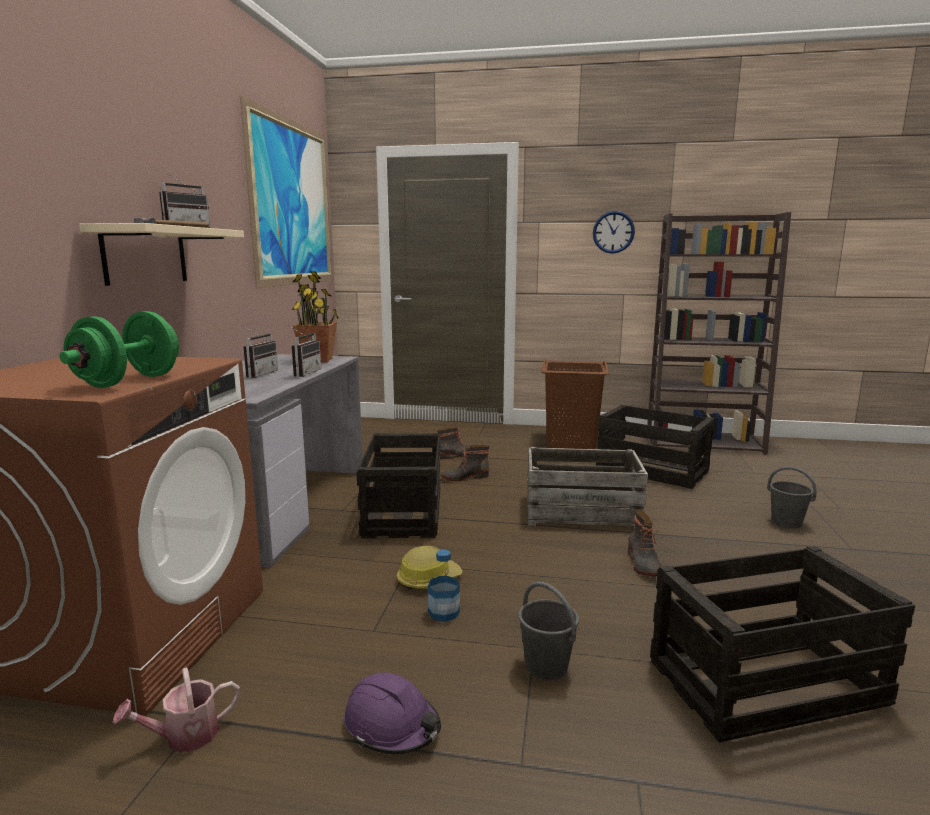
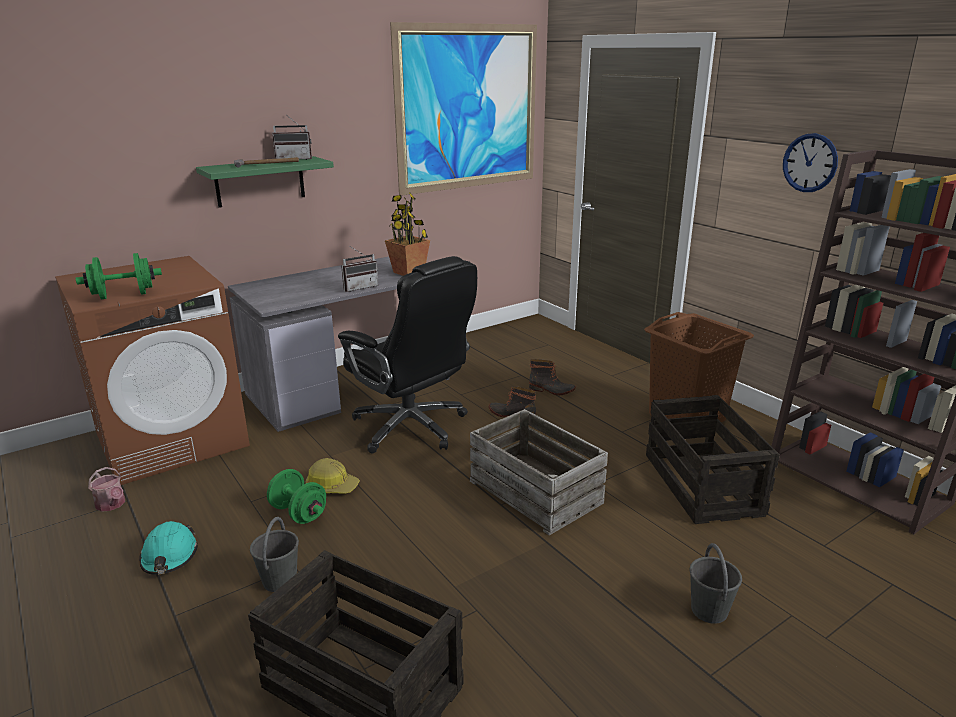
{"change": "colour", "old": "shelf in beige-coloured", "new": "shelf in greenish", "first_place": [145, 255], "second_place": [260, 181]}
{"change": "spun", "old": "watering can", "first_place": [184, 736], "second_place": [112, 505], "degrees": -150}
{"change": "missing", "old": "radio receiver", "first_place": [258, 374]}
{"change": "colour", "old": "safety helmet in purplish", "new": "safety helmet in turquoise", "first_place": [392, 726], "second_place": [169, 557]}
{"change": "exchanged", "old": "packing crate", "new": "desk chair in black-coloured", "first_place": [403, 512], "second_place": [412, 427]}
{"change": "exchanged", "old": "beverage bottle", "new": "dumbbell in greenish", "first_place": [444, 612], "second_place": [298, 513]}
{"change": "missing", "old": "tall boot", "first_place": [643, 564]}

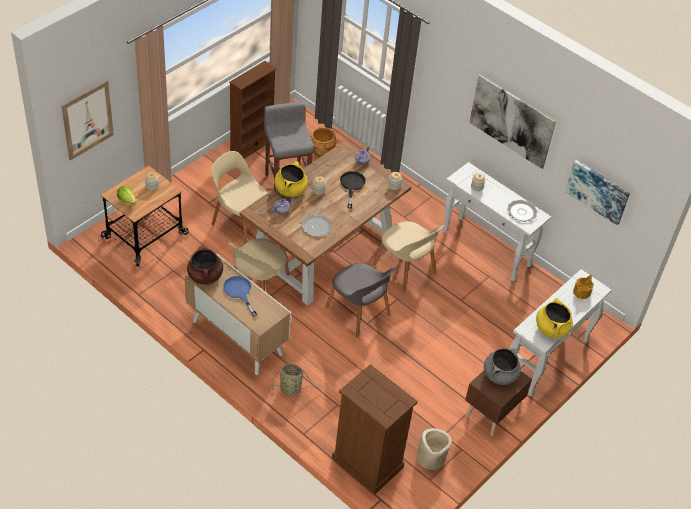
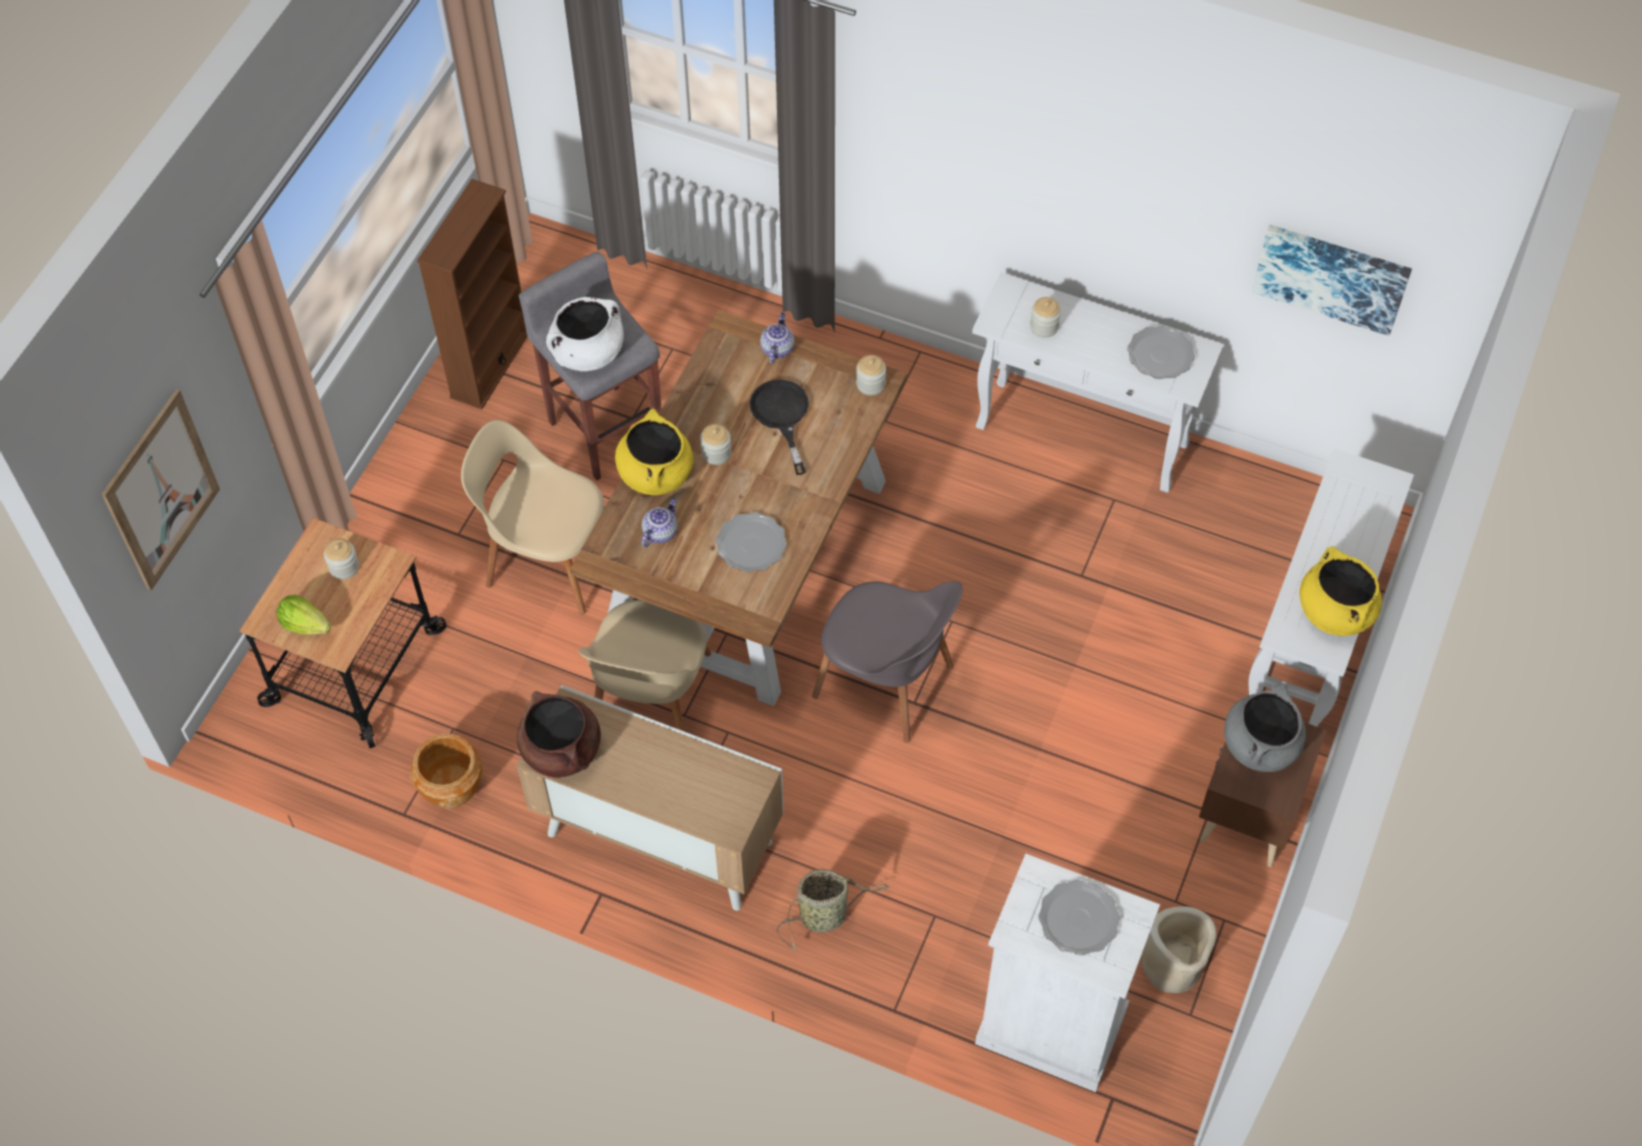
{"change": "missing", "old": "skillet in blue-coloured", "first_place": [239, 292]}
{"change": "relocated", "old": "planter in brownish", "first_place": [321, 151], "second_place": [451, 787]}
{"change": "colour", "old": "drawer chest in brownish", "new": "drawer chest in white", "first_place": [367, 463], "second_place": [1050, 1026]}
{"change": "missing", "old": "chair in beige-coloured", "first_place": [405, 270]}
{"change": "missing", "old": "wall picture", "first_place": [511, 121]}
{"change": "missing", "old": "teapot", "first_place": [582, 292]}
{"change": "appeared", "new": "cooking pot in white", "second_place": [587, 353]}
{"change": "appeared", "new": "flat dish", "second_place": [1079, 919]}

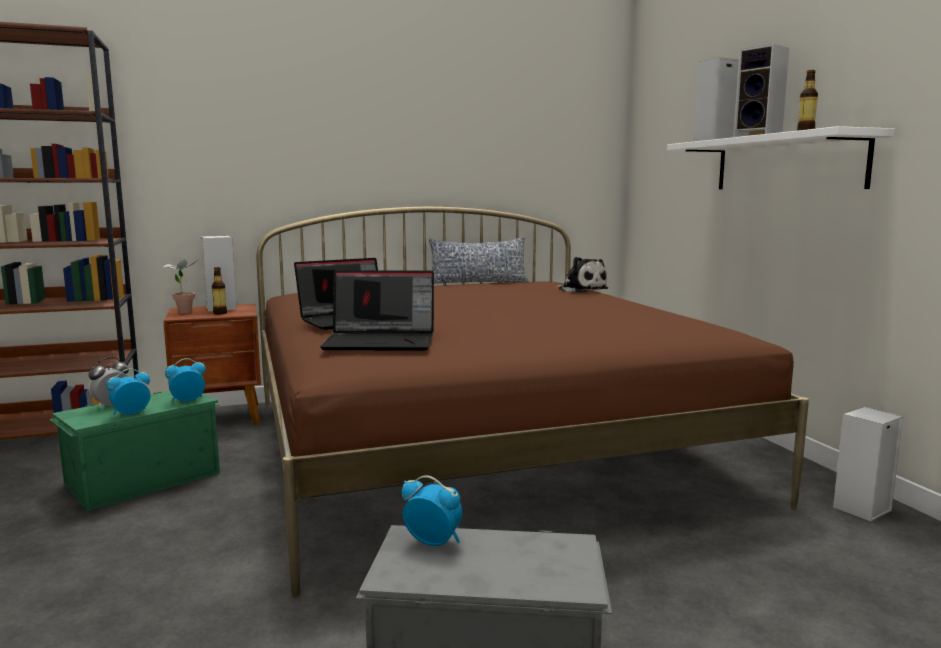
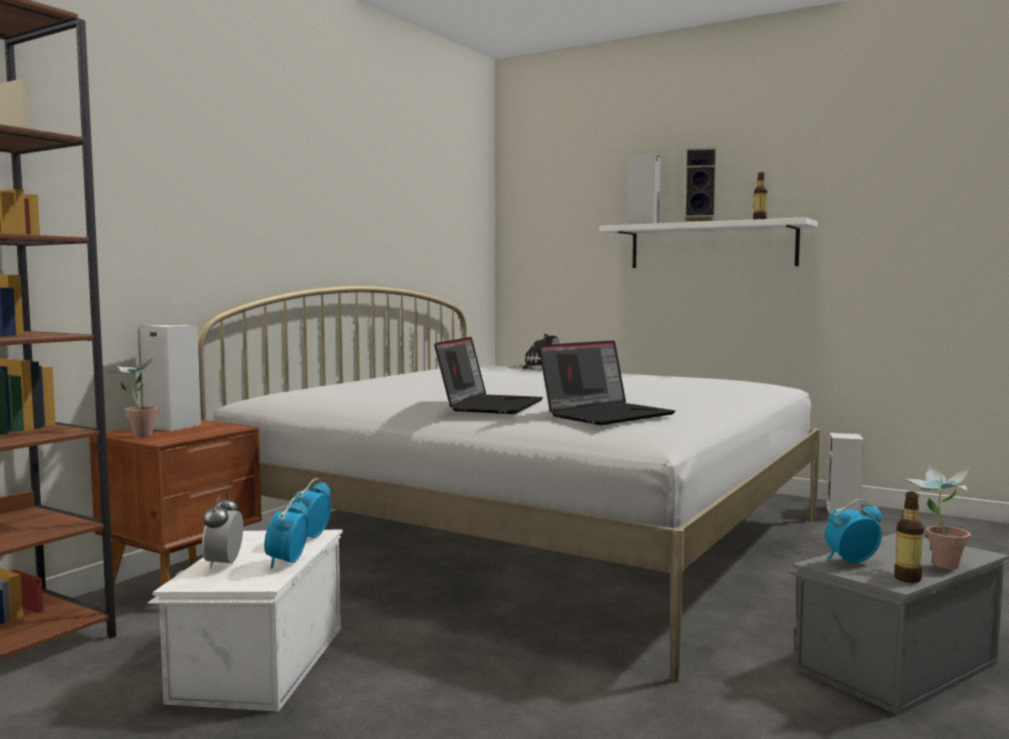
{"change": "colour", "old": "storage bin in greenish", "new": "storage bin in white", "first_place": [142, 479], "second_place": [257, 663]}
{"change": "relocated", "old": "beverage bottle", "first_place": [220, 313], "second_place": [907, 579]}
{"change": "colour", "old": "bedroom bed in brownish", "new": "bedroom bed in white", "first_place": [479, 446], "second_place": [531, 537]}
{"change": "missing", "old": "cushion", "first_place": [478, 282]}
{"change": "appeared", "new": "potted plant", "second_place": [937, 565]}

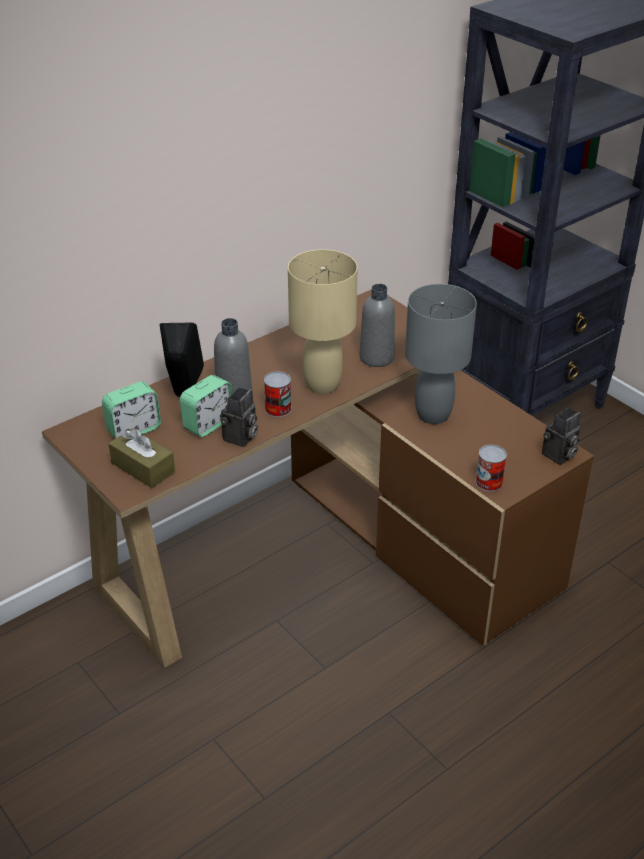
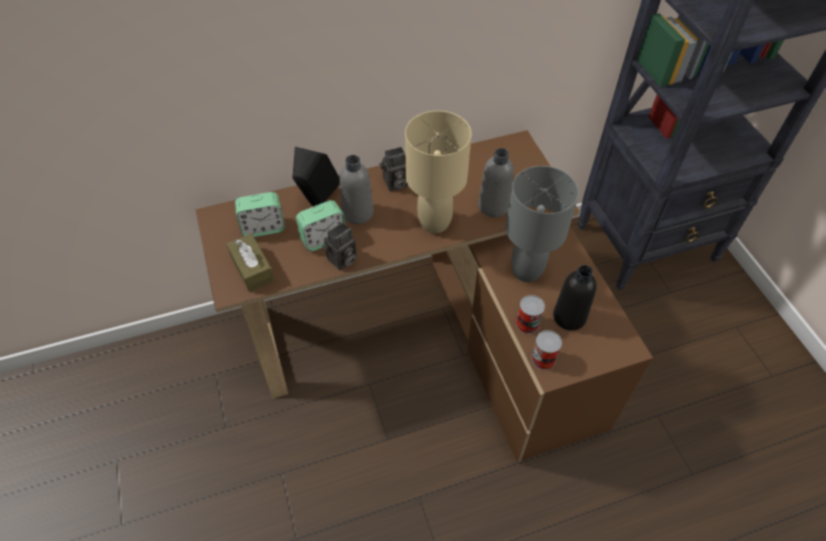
{"change": "relocated", "old": "metal can", "first_place": [278, 409], "second_place": [527, 323]}
{"change": "relocated", "old": "photo camera", "first_place": [559, 456], "second_place": [394, 184]}
{"change": "appeared", "new": "beverage bottle in black-coloured", "second_place": [569, 317]}

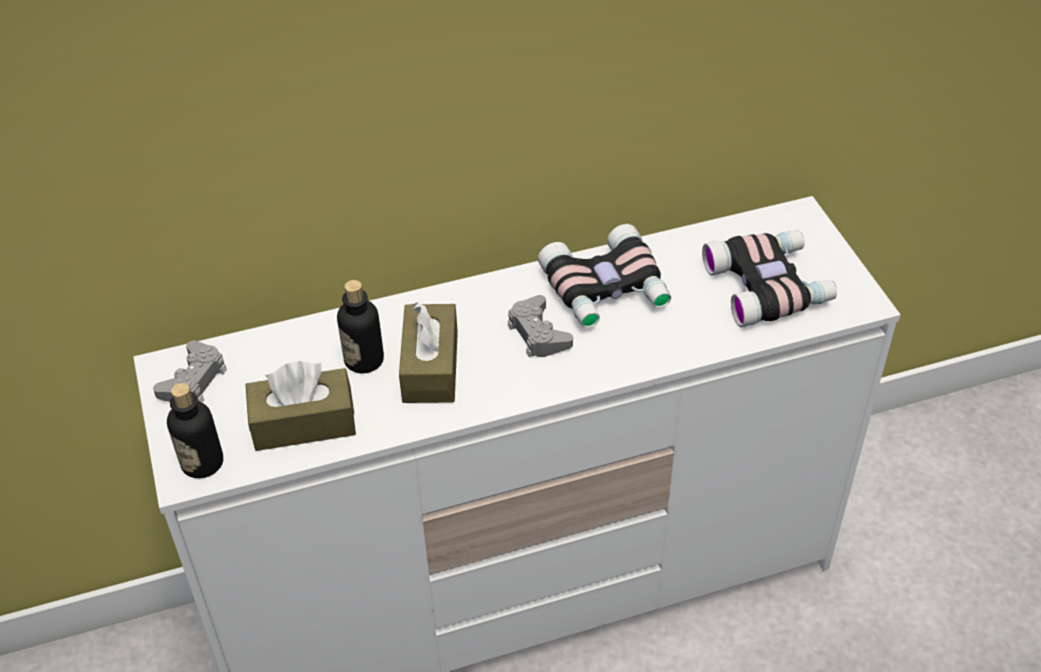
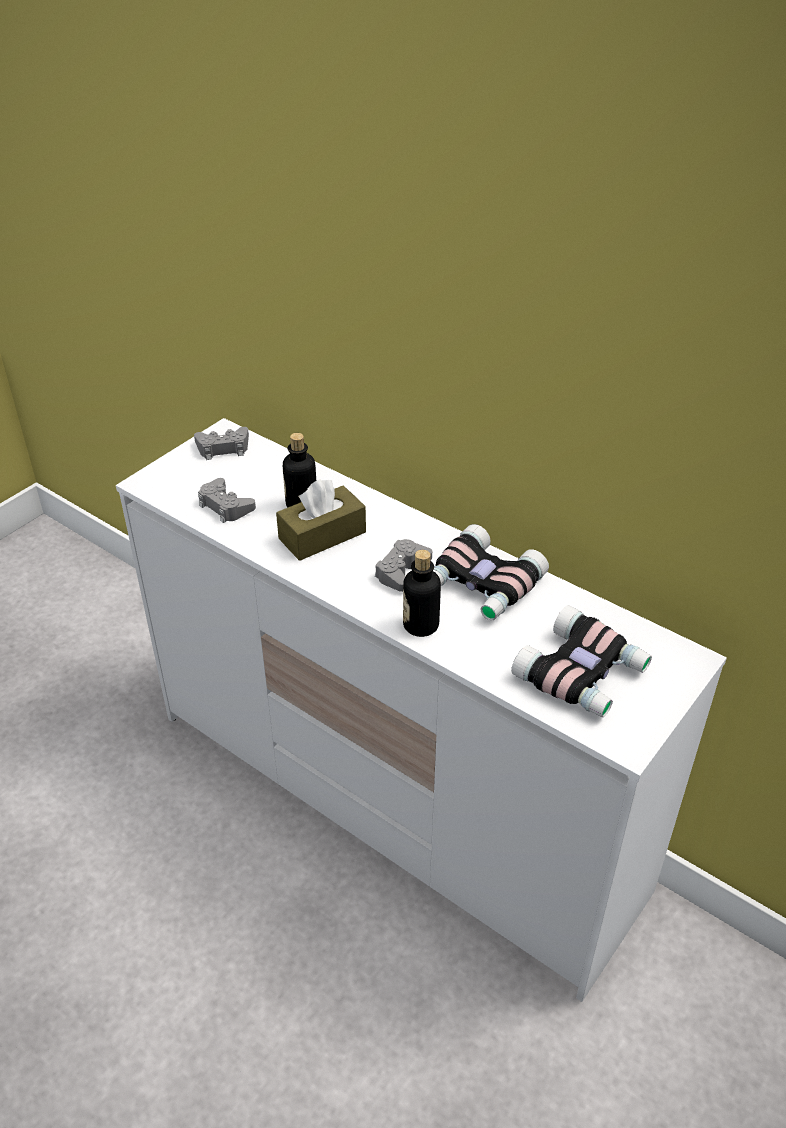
{"change": "relocated", "old": "beverage bottle", "first_place": [202, 463], "second_place": [421, 625]}
{"change": "exchanged", "old": "box of tissues in brownish", "new": "game controller in gray", "first_place": [303, 423], "second_place": [225, 506]}

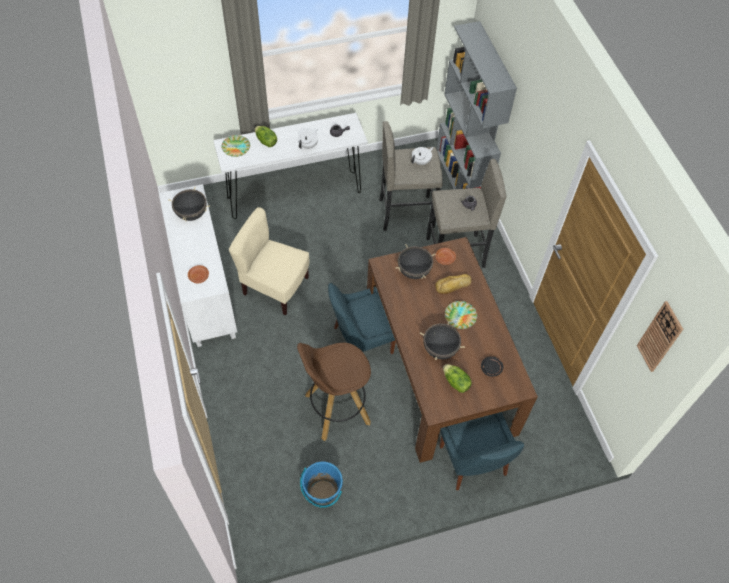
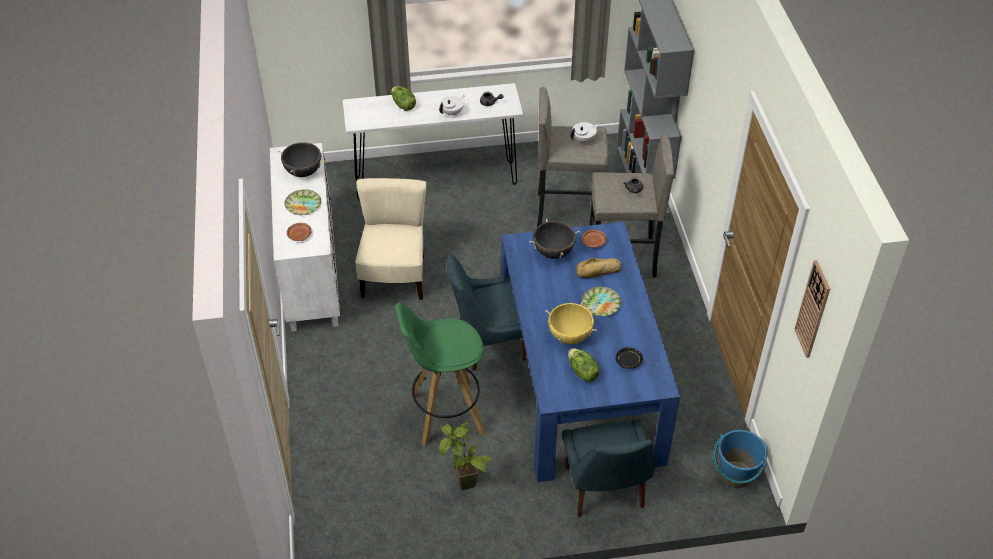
{"change": "relocated", "old": "flat dish", "first_place": [236, 147], "second_place": [303, 204]}
{"change": "spun", "old": "chair in beige-coloured", "first_place": [275, 287], "second_place": [395, 276], "degrees": 60}
{"change": "colour", "old": "sitting stool in brownish", "new": "sitting stool in greenish", "first_place": [336, 409], "second_place": [445, 414]}
{"change": "relocated", "old": "pail in blue-coloured", "first_place": [322, 493], "second_place": [735, 475]}
{"change": "colour", "old": "dinner table in brownish", "new": "dinner table in blue-coloured", "first_place": [438, 367], "second_place": [579, 381]}
{"change": "colour", "old": "cooking pot in black-coloured", "new": "cooking pot in yellowish", "first_place": [440, 349], "second_place": [570, 336]}
{"change": "appeared", "new": "potted plant", "second_place": [466, 489]}

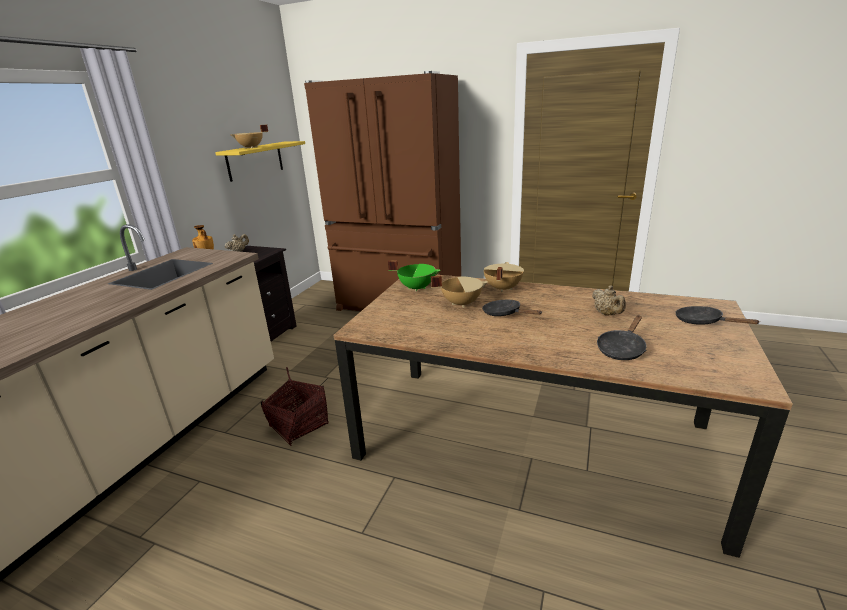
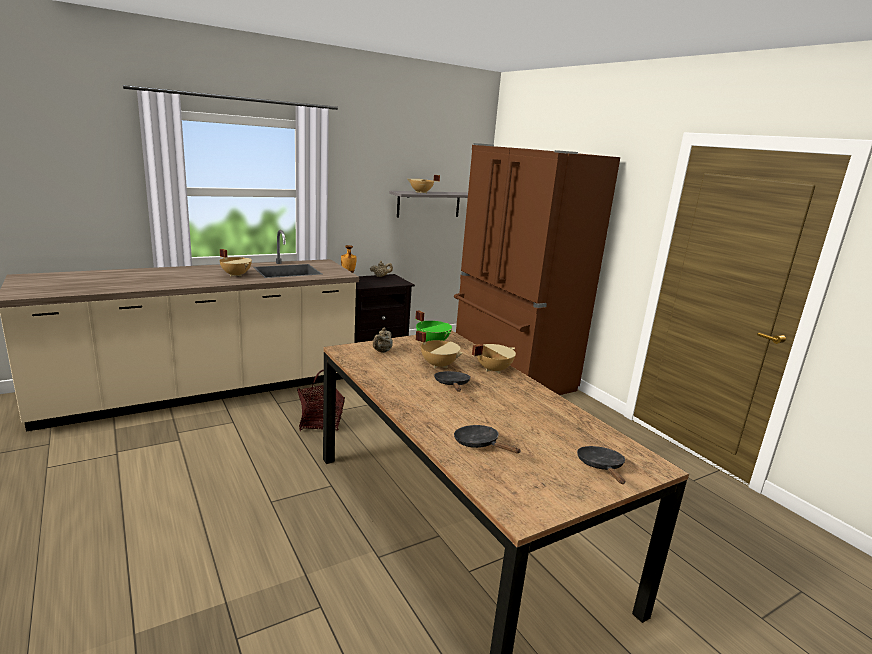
{"change": "colour", "old": "shelf in yellowish", "new": "shelf in gray", "first_place": [255, 160], "second_place": [429, 204]}
{"change": "relocated", "old": "teapot in beige-coloured", "first_place": [607, 314], "second_place": [382, 351]}
{"change": "spun", "old": "skillet in black-coloured", "first_place": [621, 349], "second_place": [479, 444], "degrees": 60}
{"change": "appeared", "new": "cooking pot in beige-coloured", "second_place": [236, 275]}

